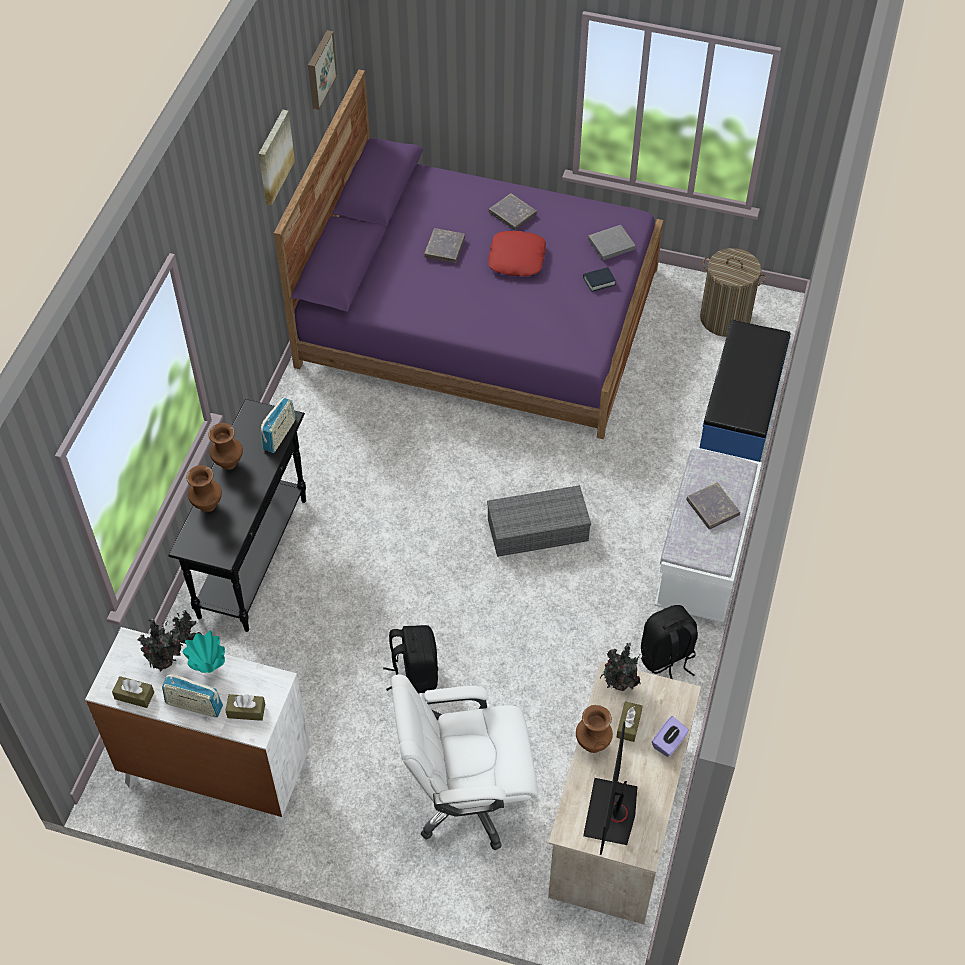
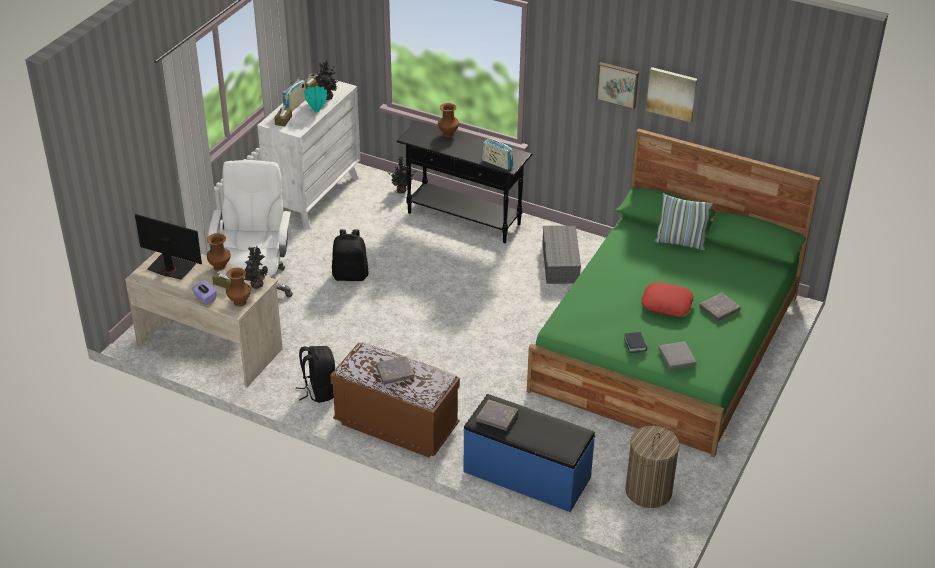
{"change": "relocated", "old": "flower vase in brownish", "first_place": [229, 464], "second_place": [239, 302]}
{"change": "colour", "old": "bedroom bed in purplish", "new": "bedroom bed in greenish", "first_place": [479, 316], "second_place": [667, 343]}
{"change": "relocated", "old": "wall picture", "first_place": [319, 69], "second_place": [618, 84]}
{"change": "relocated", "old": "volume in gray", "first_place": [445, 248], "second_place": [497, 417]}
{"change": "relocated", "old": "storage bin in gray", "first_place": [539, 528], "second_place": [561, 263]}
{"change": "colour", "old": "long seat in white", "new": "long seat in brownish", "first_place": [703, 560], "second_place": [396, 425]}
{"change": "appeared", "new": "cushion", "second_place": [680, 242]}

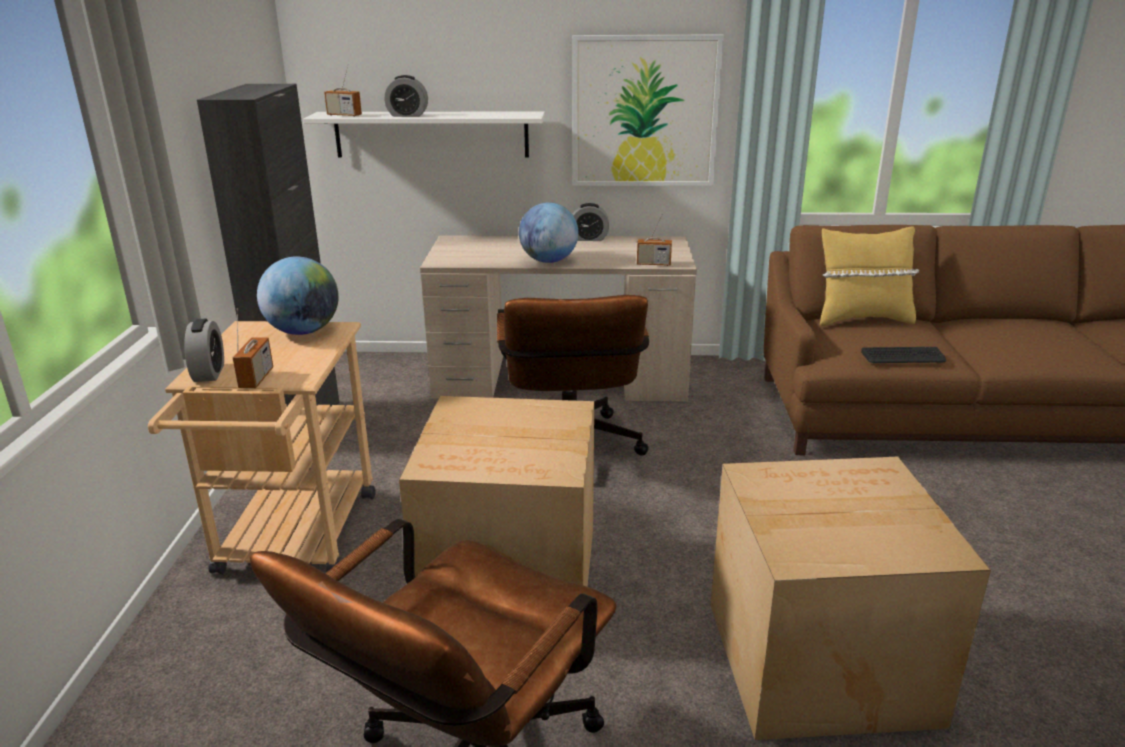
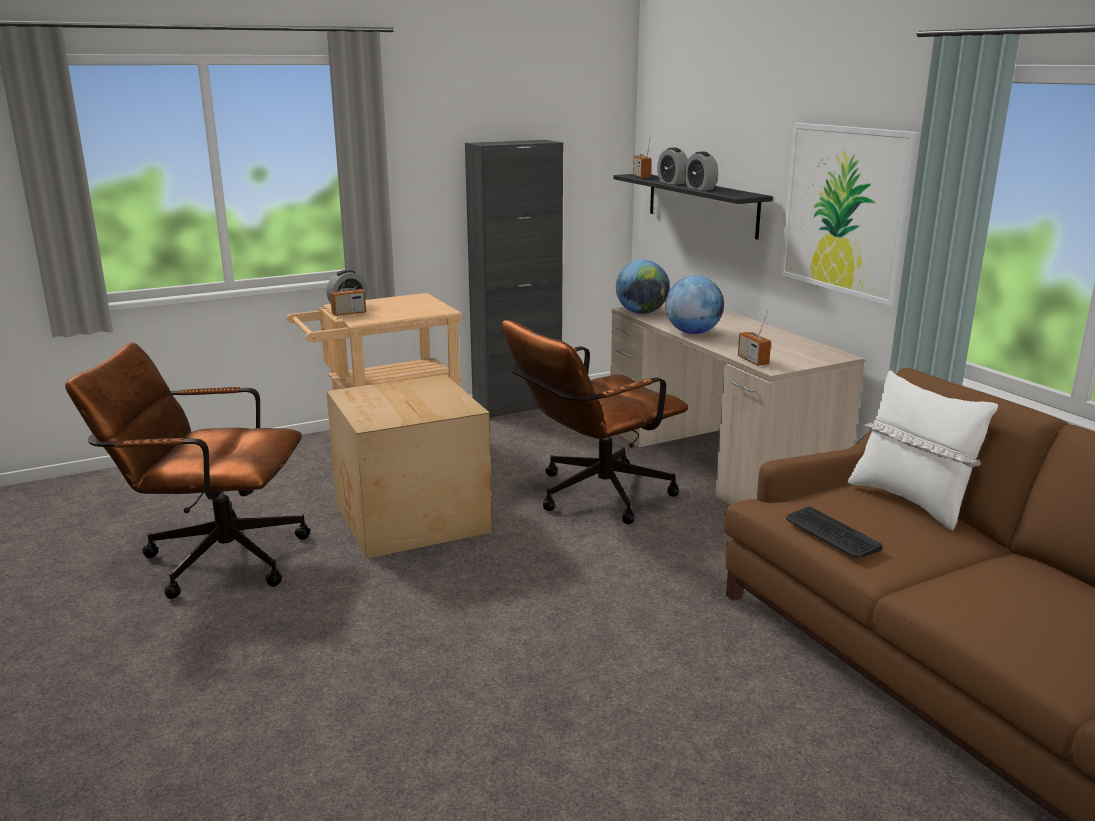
{"change": "relocated", "old": "desk globe", "first_place": [303, 331], "second_place": [641, 313]}
{"change": "colour", "old": "shelf in white", "new": "shelf in black-coloured", "first_place": [431, 134], "second_place": [701, 204]}
{"change": "relocated", "old": "table clock", "first_place": [589, 239], "second_place": [700, 188]}
{"change": "missing", "old": "cardboard box", "first_place": [815, 659]}
{"change": "colour", "old": "cushion in yellowish", "new": "cushion in white", "first_place": [861, 319], "second_place": [910, 501]}

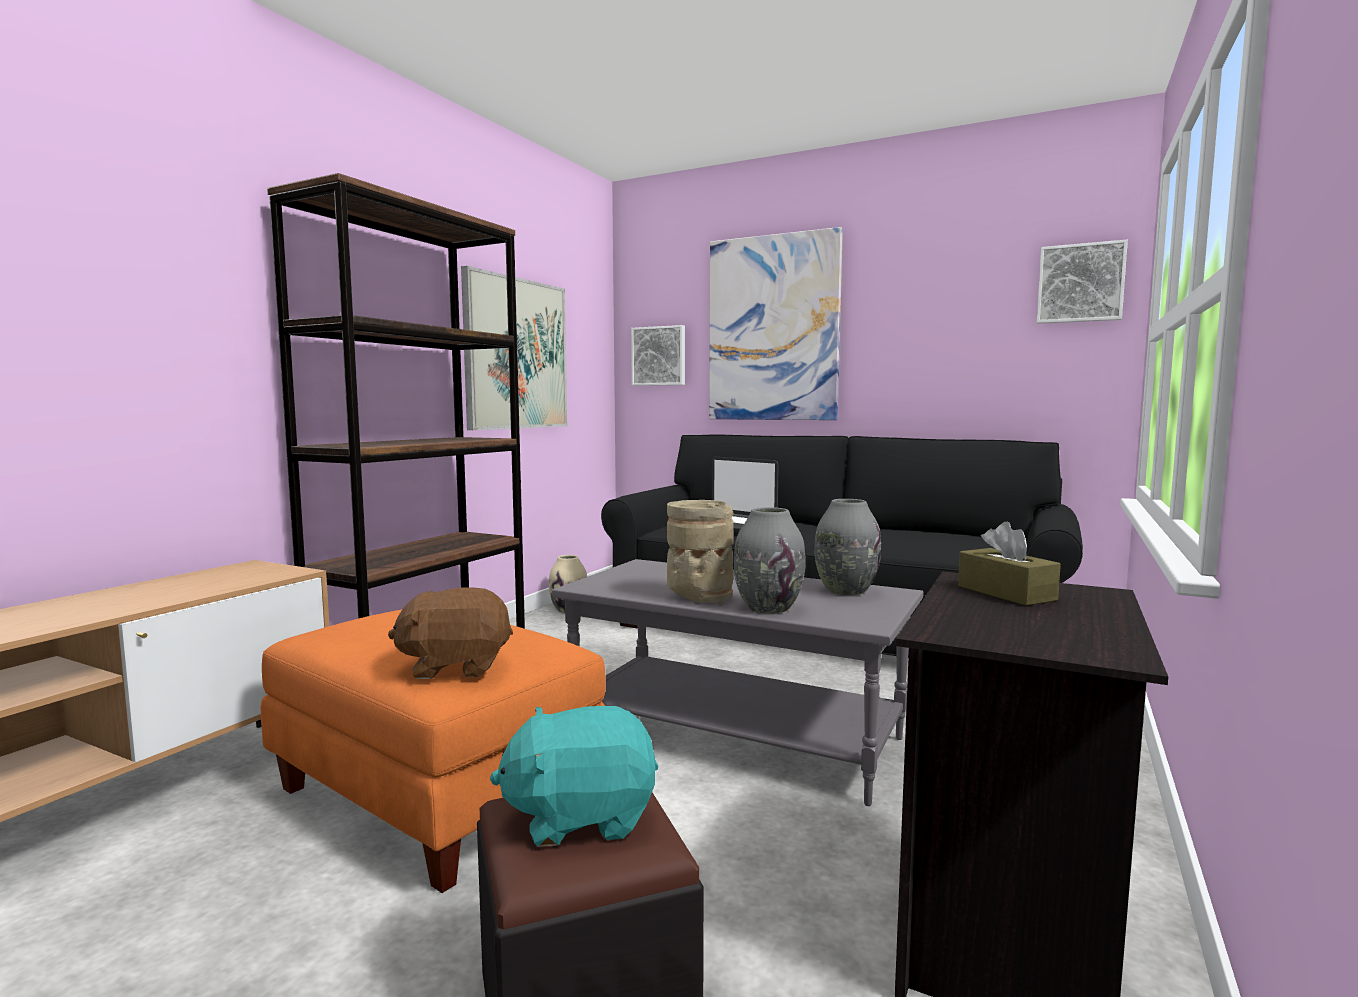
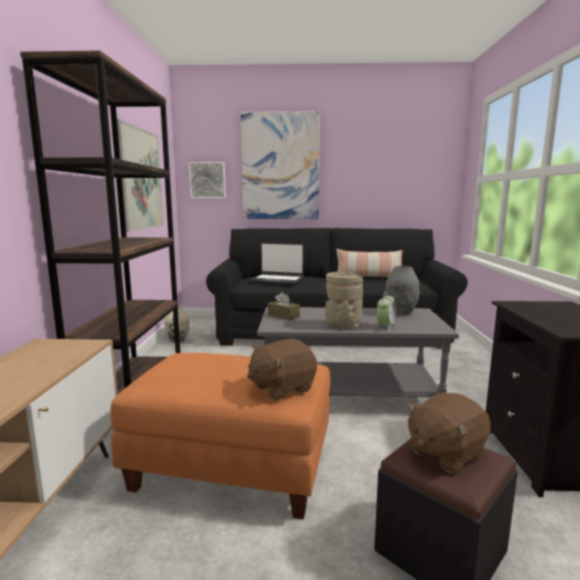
{"change": "colour", "old": "plush toy in turquoise", "new": "plush toy in brownish", "first_place": [580, 816], "second_place": [445, 453]}
{"change": "exchanged", "old": "flower vase in gray", "new": "table clock", "first_place": [768, 608], "second_place": [385, 327]}
{"change": "relocated", "old": "box of tissues in brownish", "first_place": [1006, 593], "second_place": [283, 316]}
{"change": "missing", "old": "wall picture", "first_place": [1080, 283]}
{"change": "appeared", "new": "cushion", "second_place": [368, 277]}

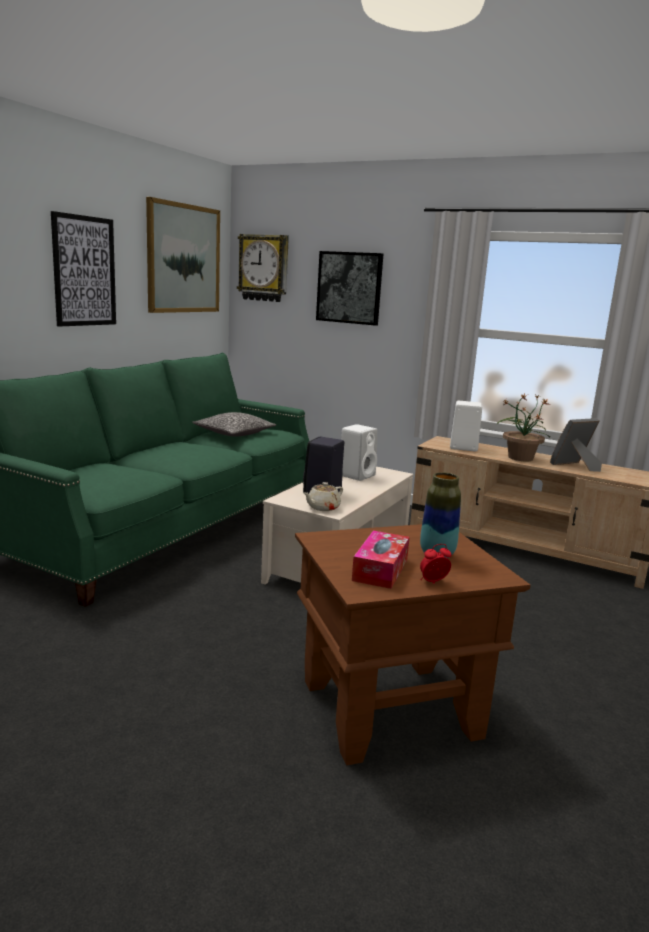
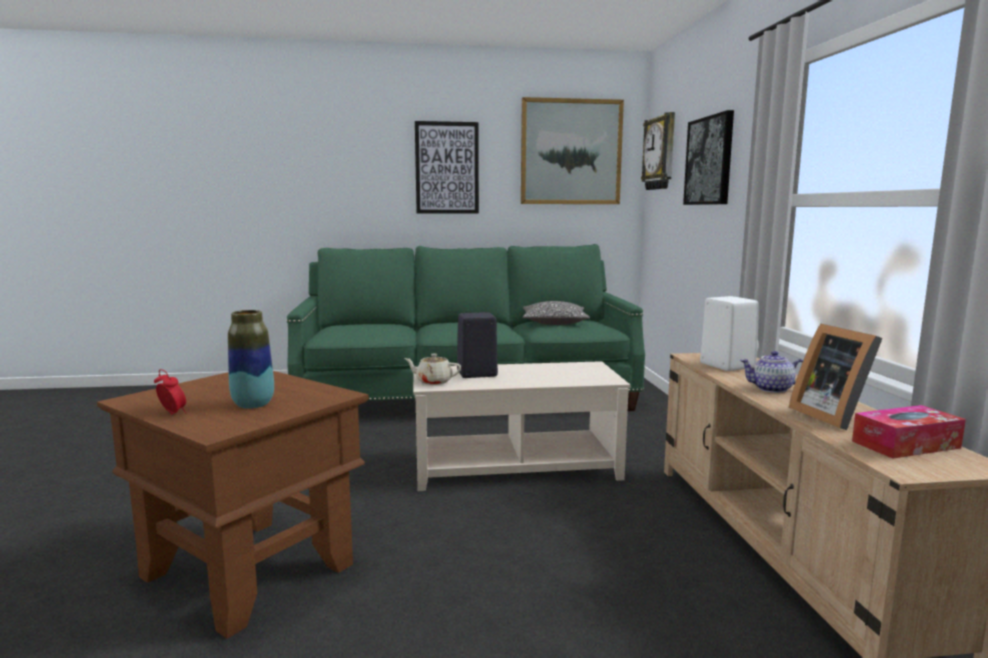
{"change": "missing", "old": "speaker in white", "first_place": [357, 475]}
{"change": "relocated", "old": "box of tissues", "first_place": [380, 569], "second_place": [905, 444]}
{"change": "exchanged", "old": "potted plant", "new": "teapot", "first_place": [520, 458], "second_place": [771, 389]}
{"change": "spun", "old": "photo frame", "first_place": [575, 466], "second_place": [832, 416], "degrees": -135}

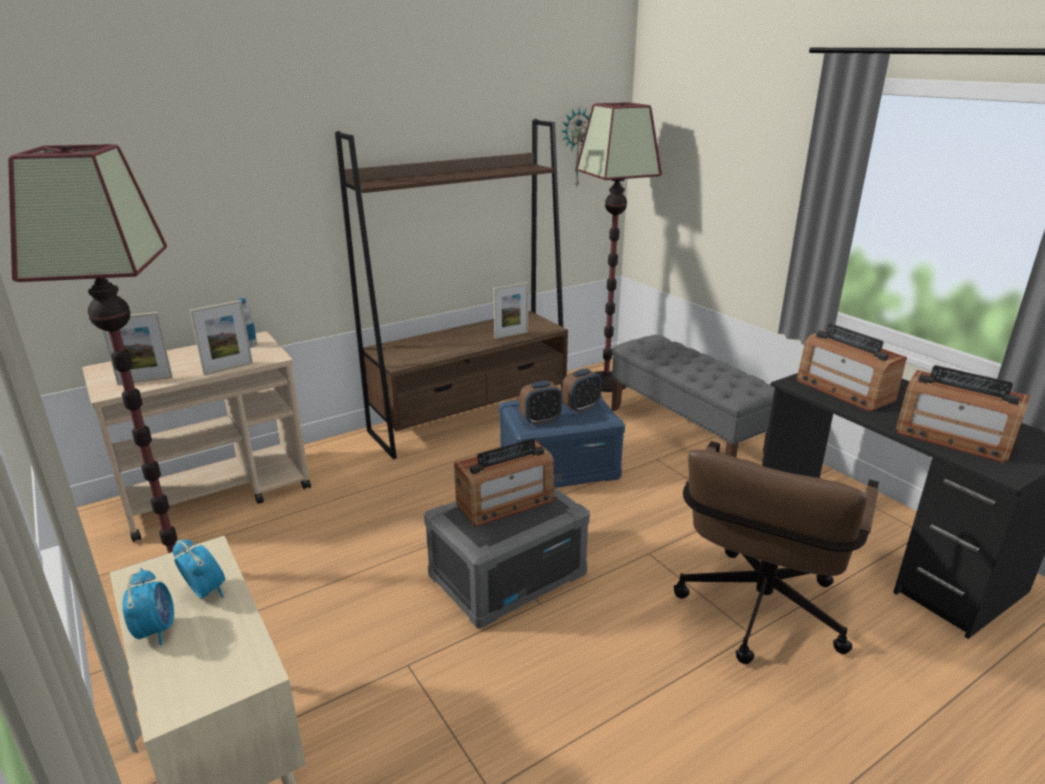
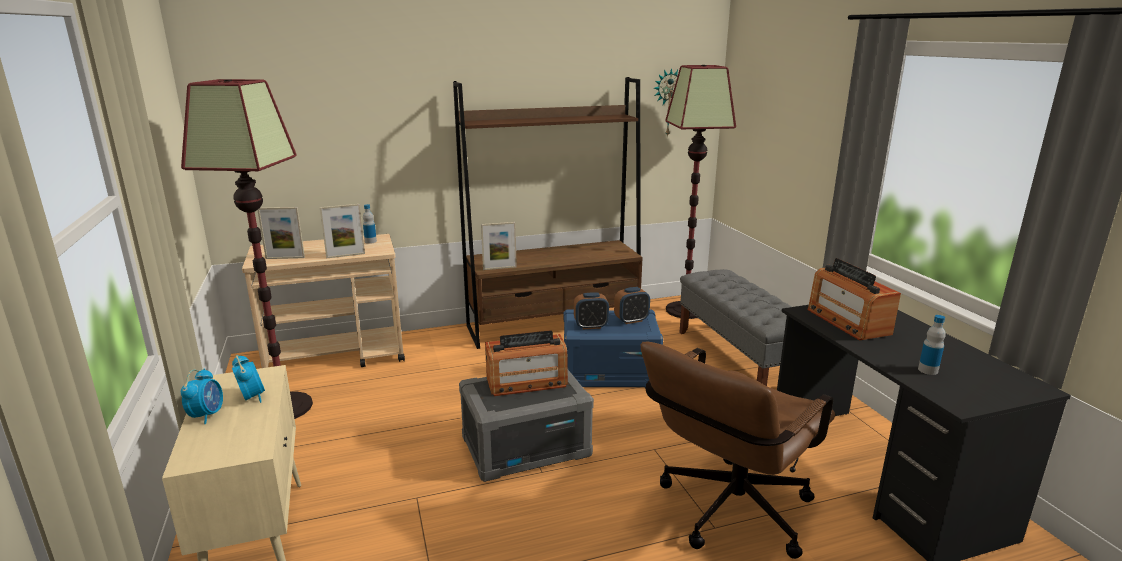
{"change": "relocated", "old": "photo frame", "first_place": [511, 335], "second_place": [499, 268]}
{"change": "exchanged", "old": "radio receiver", "new": "beverage bottle", "first_place": [953, 438], "second_place": [928, 370]}

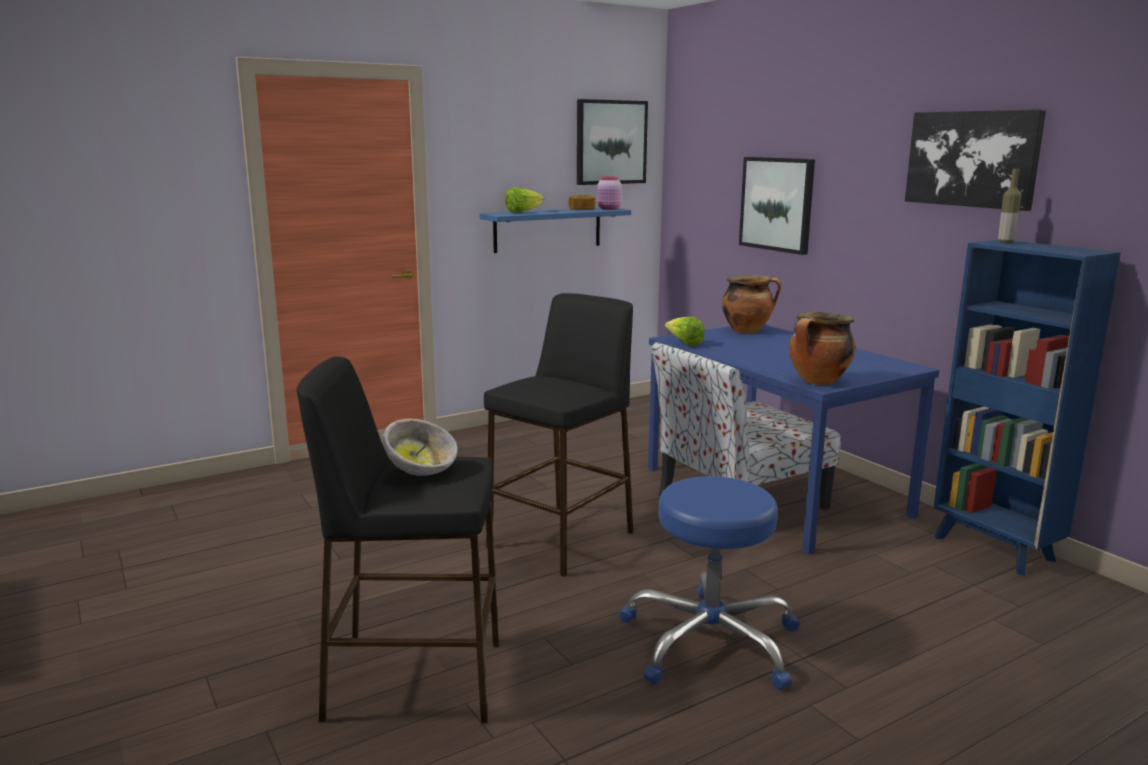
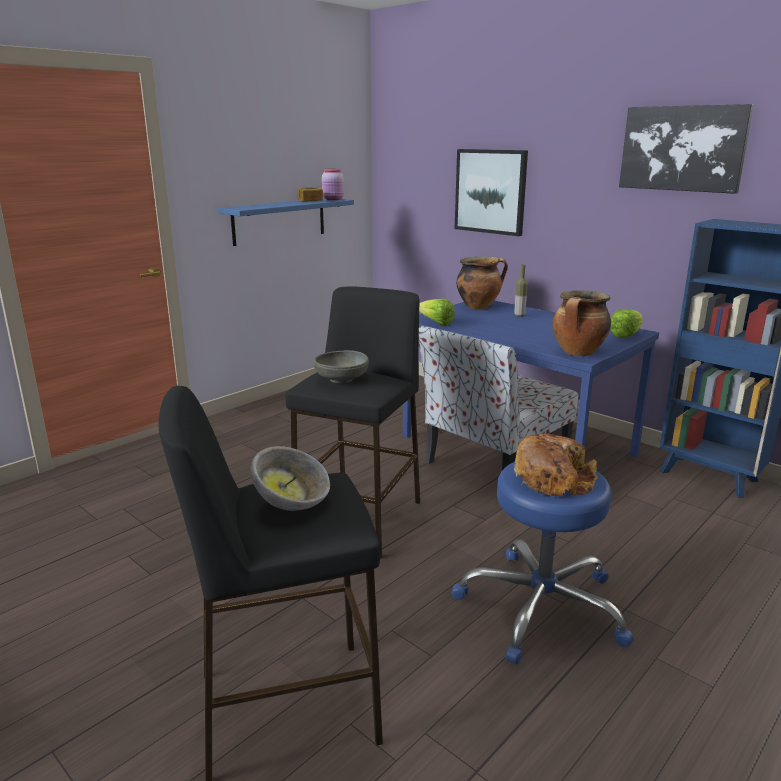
{"change": "relocated", "old": "lettuce head", "first_place": [522, 212], "second_place": [625, 334]}
{"change": "missing", "old": "wall picture", "first_place": [610, 142]}
{"change": "relocated", "old": "beverage bottle", "first_place": [1005, 242], "second_place": [519, 315]}
{"change": "appeared", "new": "serving bowl in gray", "second_place": [342, 379]}
{"change": "appeared", "new": "bread", "second_place": [554, 478]}

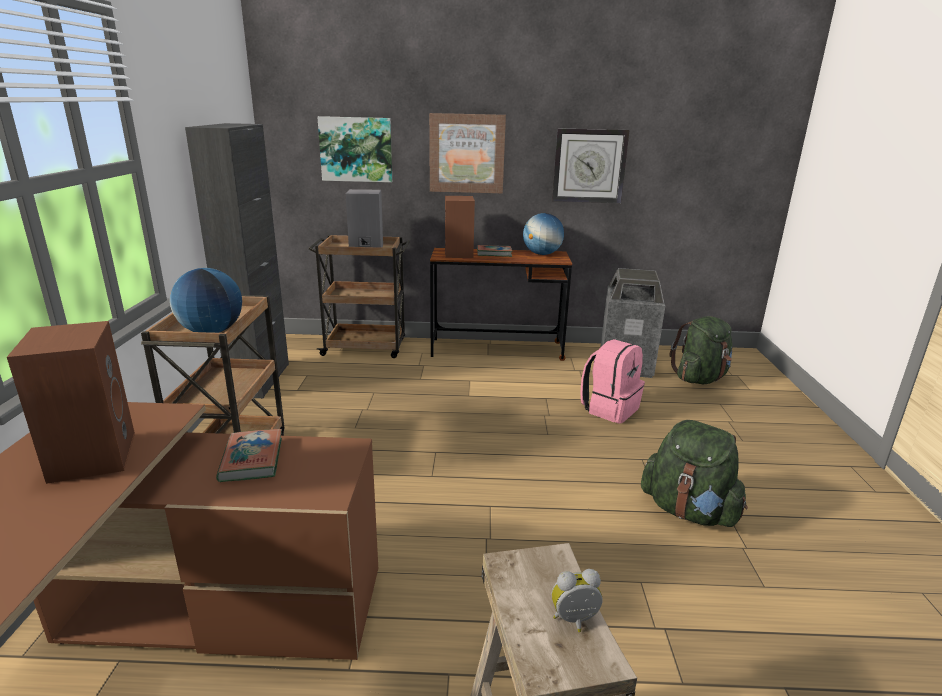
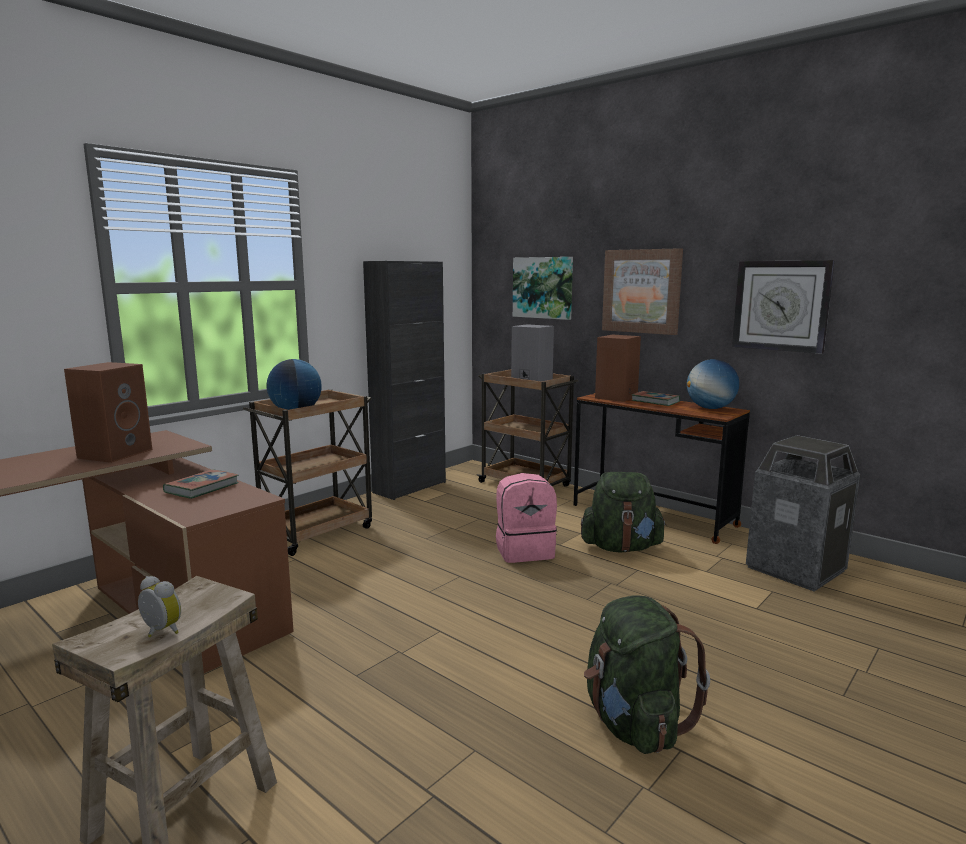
{"change": "relocated", "old": "knapsack in pink-coloured", "first_place": [609, 408], "second_place": [524, 551]}
{"change": "relocated", "old": "knapsack in greenish", "first_place": [700, 379], "second_place": [621, 547]}

